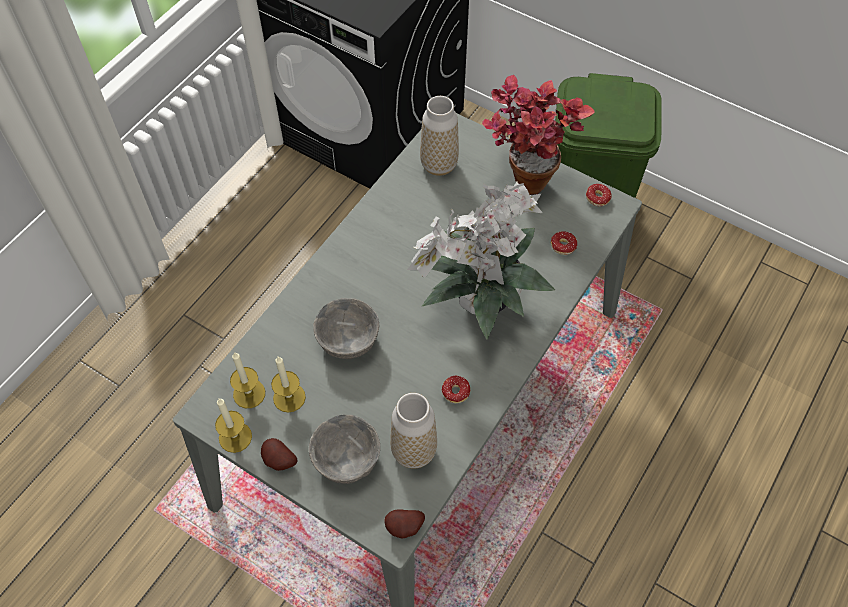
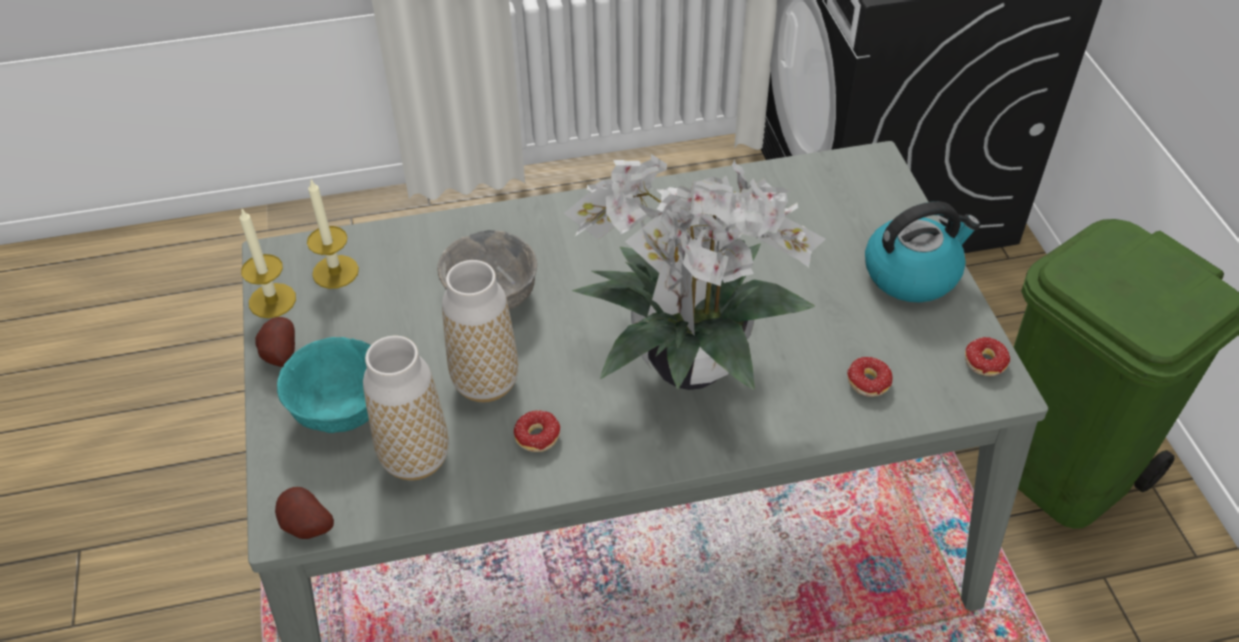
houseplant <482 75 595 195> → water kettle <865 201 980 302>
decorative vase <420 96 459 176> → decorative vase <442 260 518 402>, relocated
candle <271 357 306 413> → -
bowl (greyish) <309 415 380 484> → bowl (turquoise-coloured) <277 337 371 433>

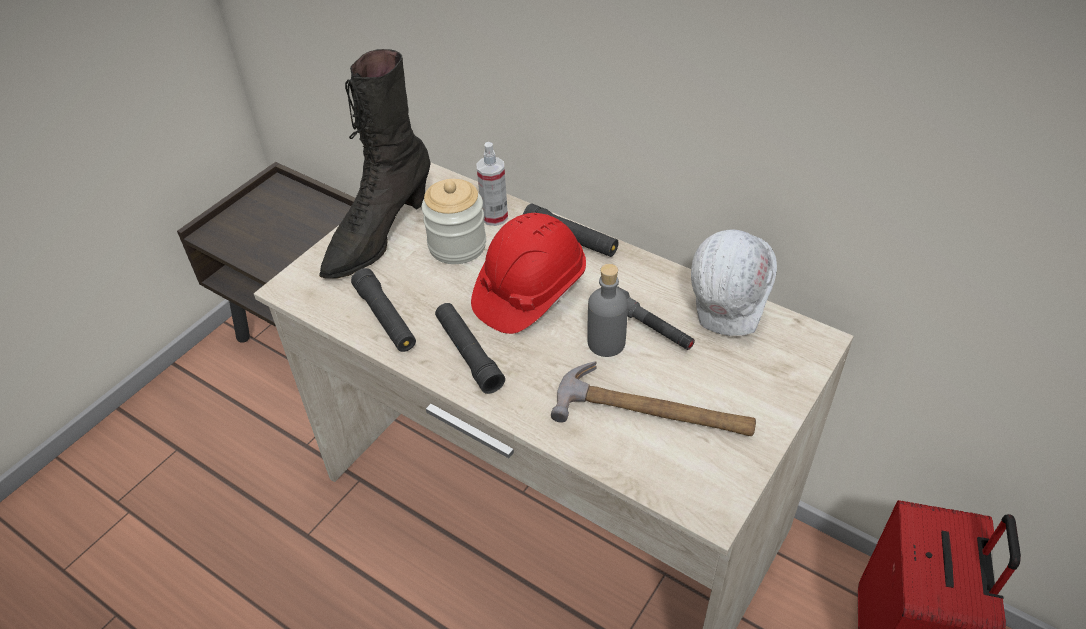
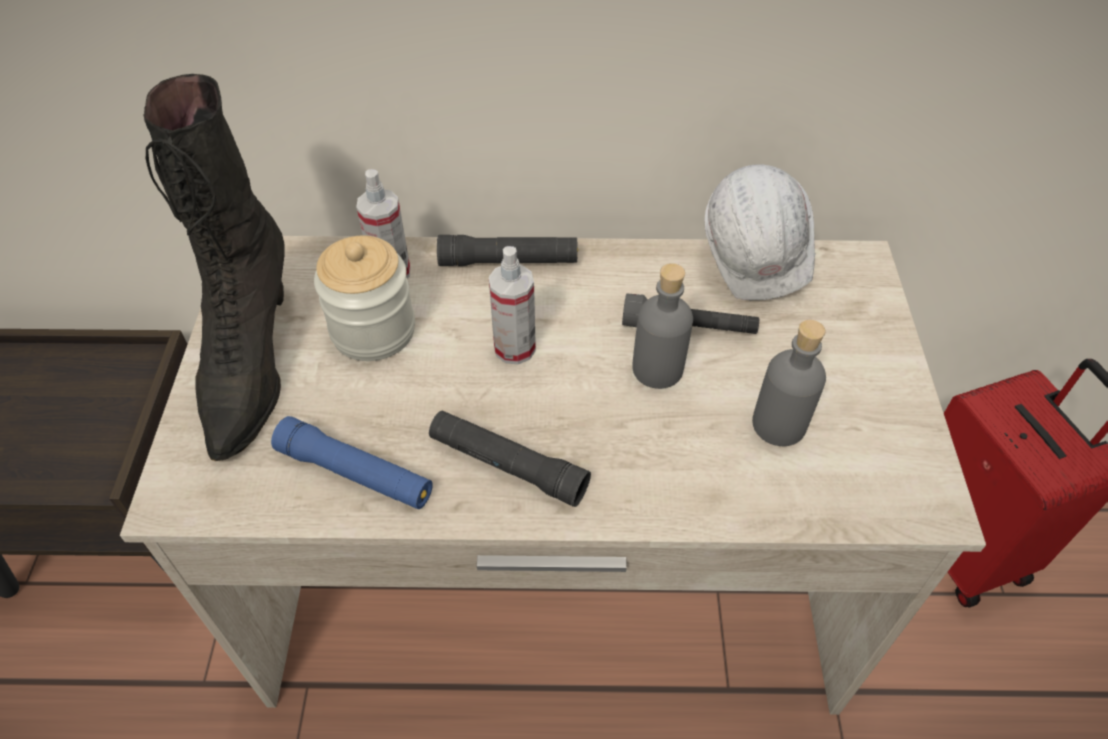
safety helmet (red) <471 213 586 334> → sprayer <489 246 536 365>
torch (black-coloured) <351 268 416 352> → torch (bluish) <271 416 433 509>
hand hammer <551 361 756 436> → drink bottle (greyish) <752 320 826 446>

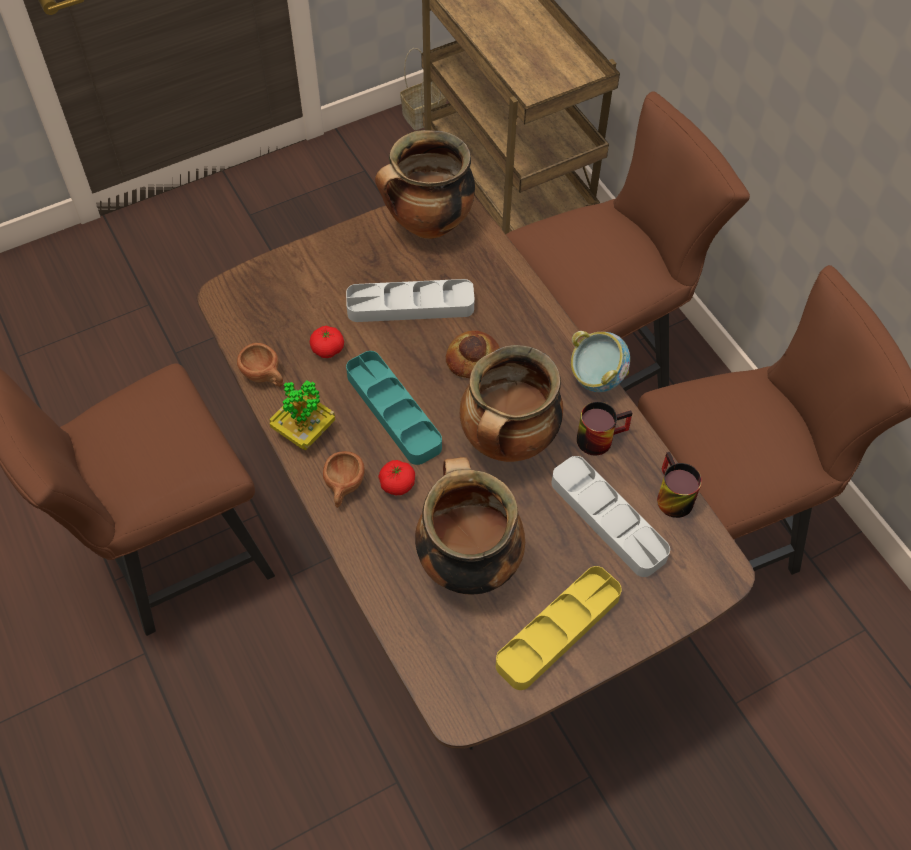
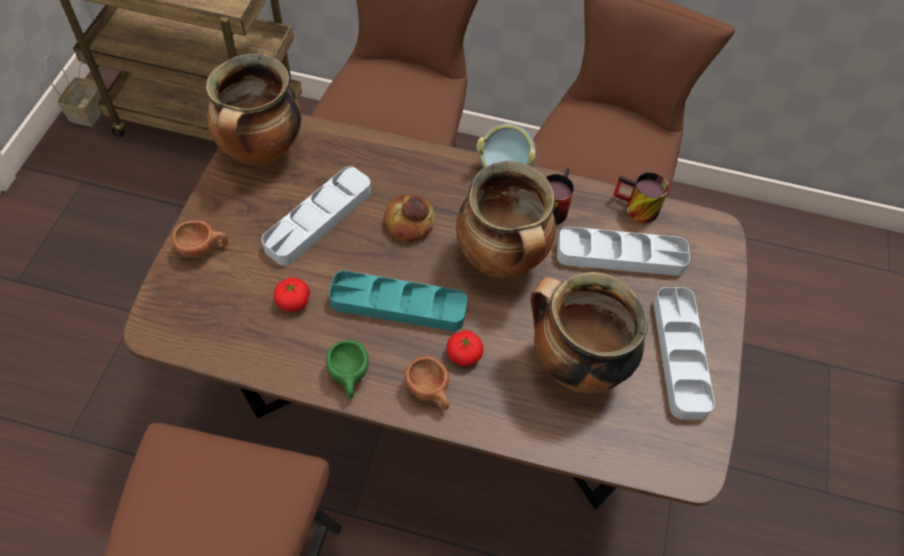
drinking cup (brownish) <237 343 283 387> → drinking cup (brownish) <172 220 229 258>, relocated
houseplant <269 380 335 451> → drinking cup (green) <326 340 369 399>
carrying tray (yellow) <496 566 622 690> → carrying tray (greyish) <654 287 715 420>

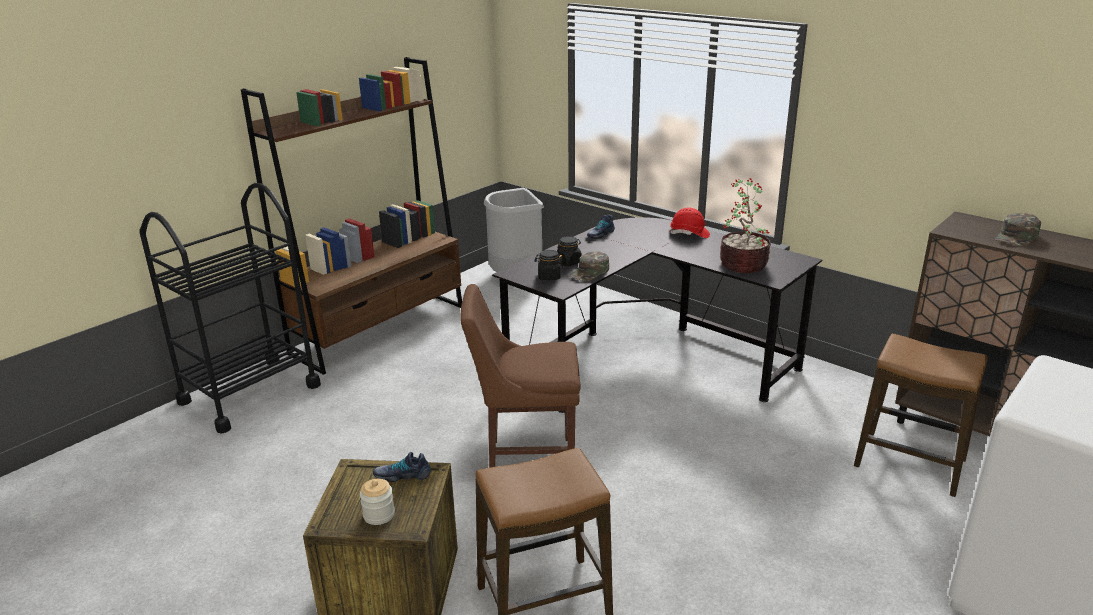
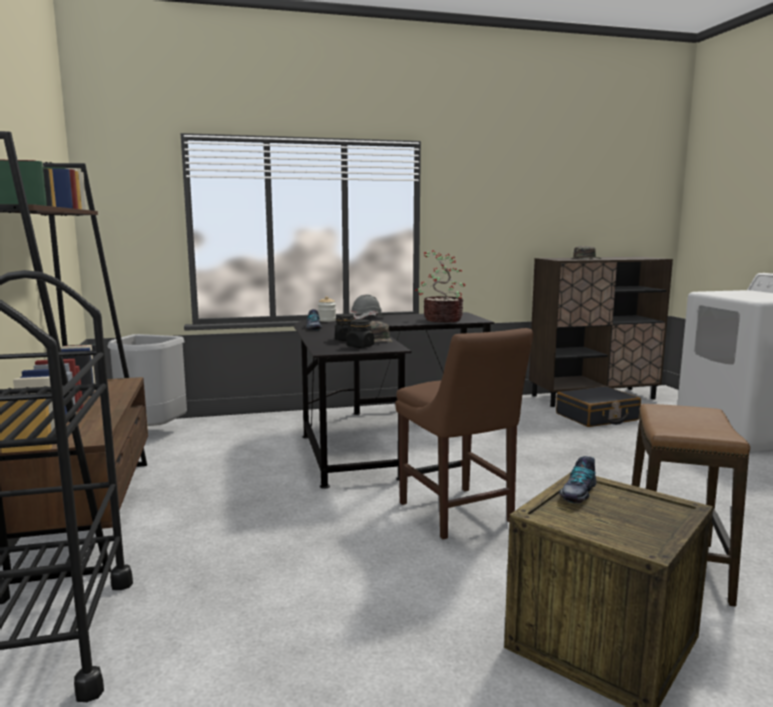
safety helmet (red) <670 208 710 238> → safety helmet (greyish) <351 294 385 319>
chair (brownish) <460 284 581 468> → chair (brownish) <395 328 533 539>, 60 degrees counterclockwise
stool <854 334 987 497> → travel case (black-coloured) <556 386 641 427>
jar <360 479 395 525> → jar <318 296 336 322>, relocated

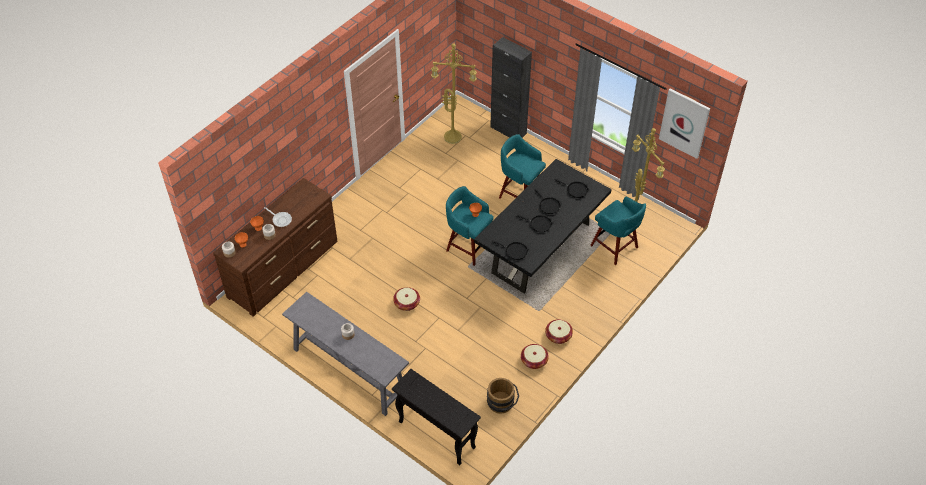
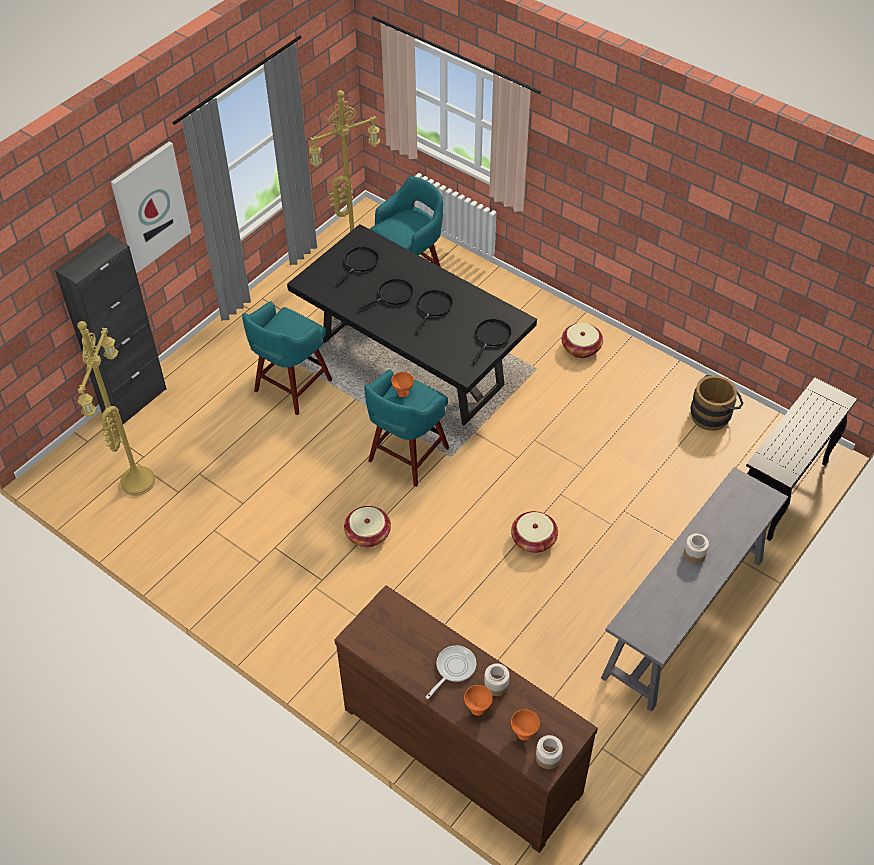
wall picture <659 89 710 159> → wall picture <111 141 191 273>, relocated
household basket <521 344 549 369> → household basket <344 506 391 547>, relocated

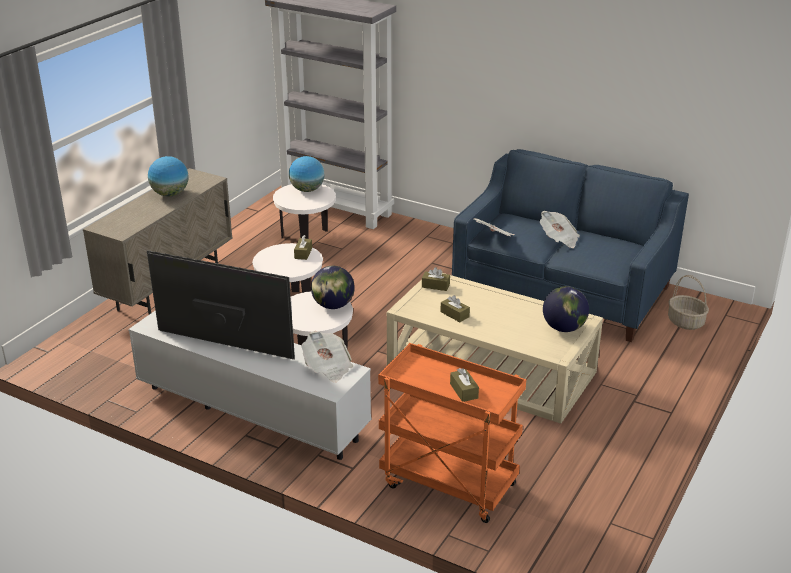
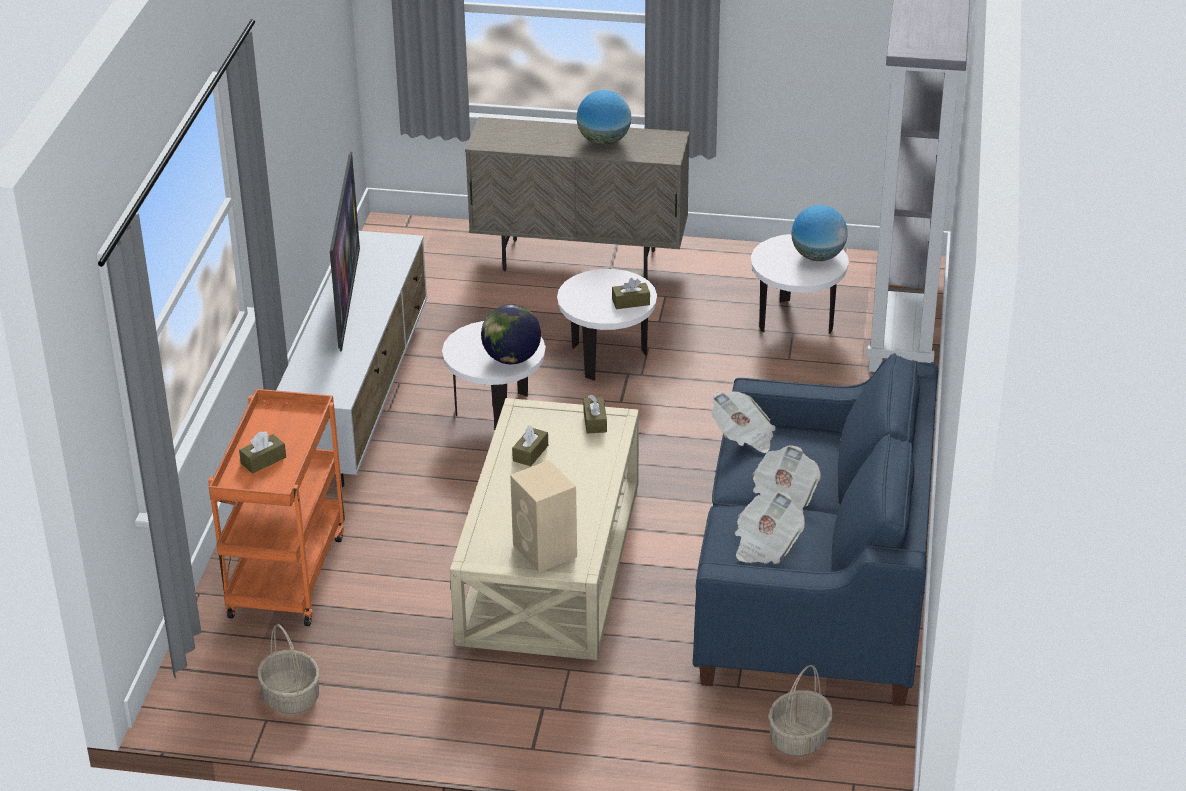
desk globe <543 286 589 332> → audio speaker (sand-coloured) <510 460 577 573>
printed paper <301 331 353 382> → printed paper <735 492 805 564>, relocated
- → household basket <257 624 319 714>

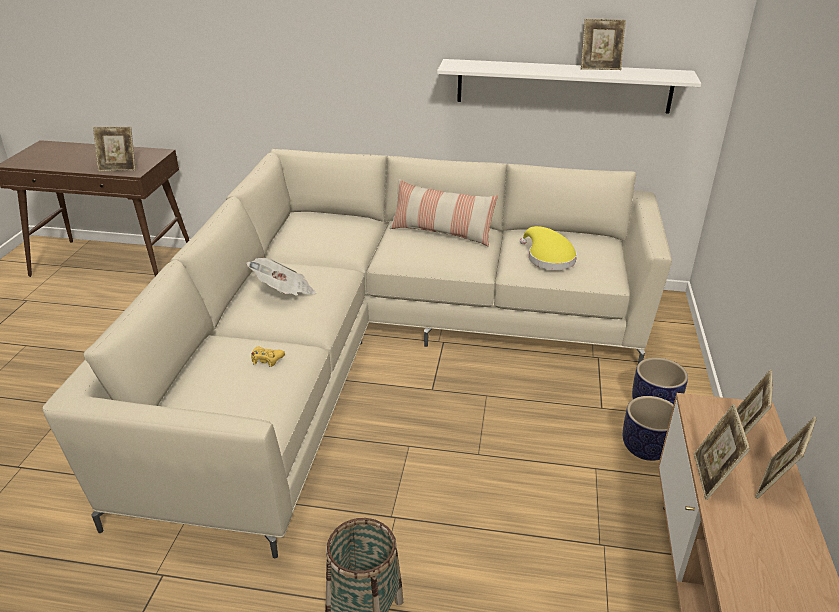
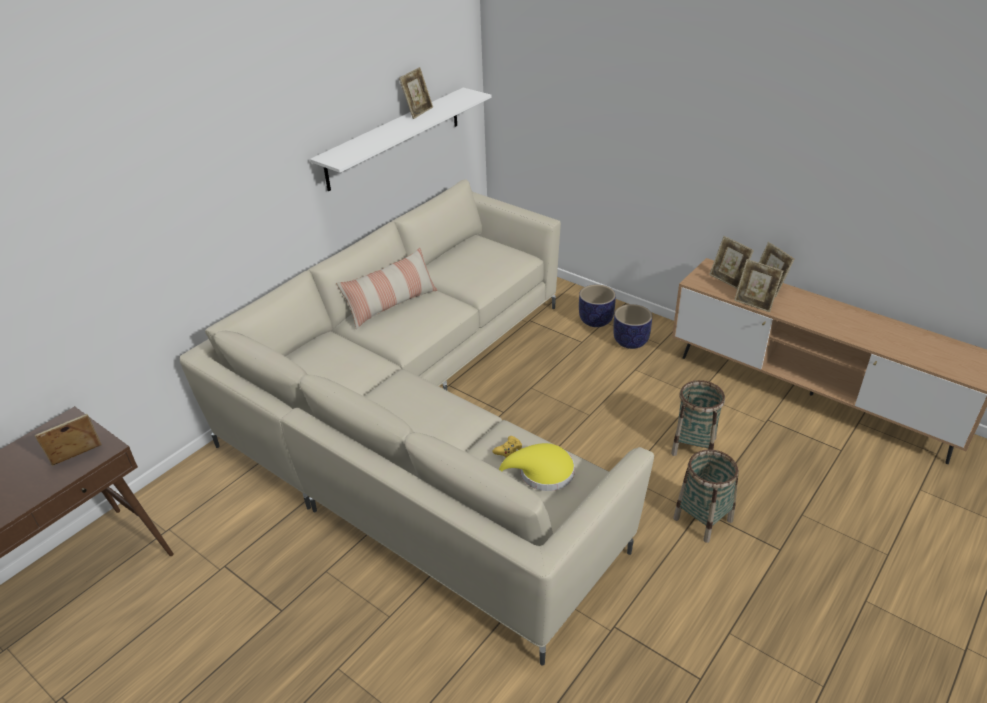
picture frame <93 127 136 171> → picture frame <34 414 102 466>, 150 degrees counterclockwise
wearable hat (yellow) <520 226 577 270> → wearable hat (yellow) <499 443 575 491>, relocated
printed paper <247 258 317 296> → -
- → household basket <671 380 725 456>

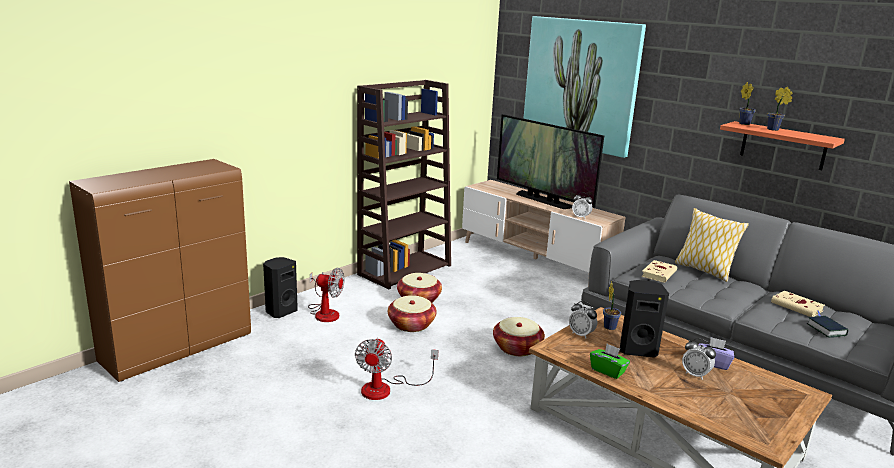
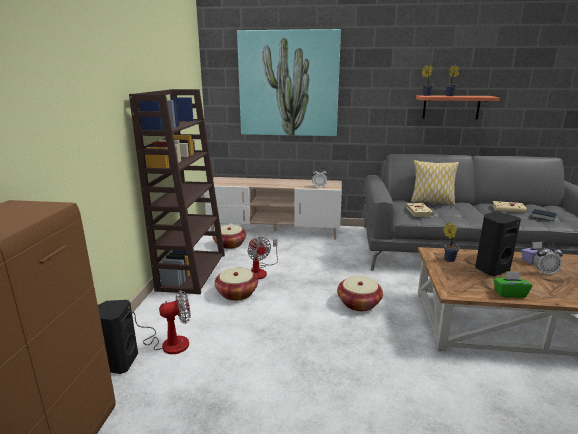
TV set <497 114 604 209> → -
household basket <388 295 437 332> → household basket <212 225 246 249>, relocated
alarm clock <569 301 597 338> → -
fan <355 338 438 400> → fan <247 237 278 280>, relocated

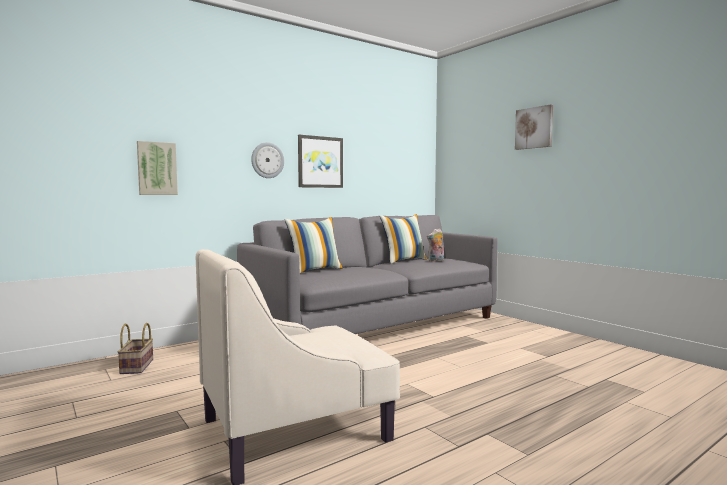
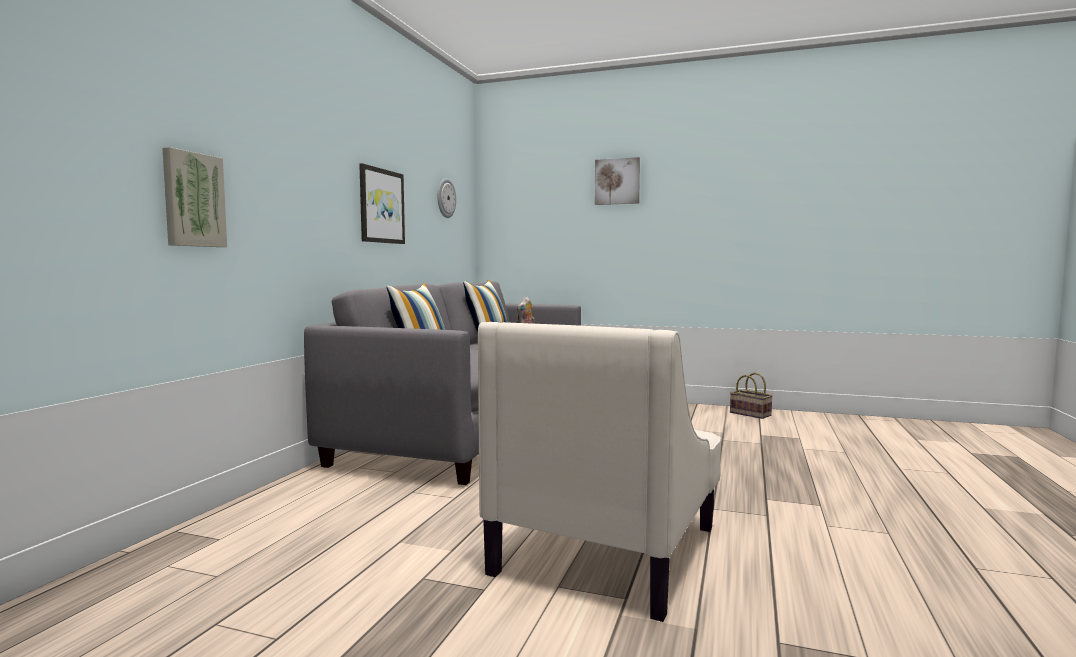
wall clock <251 142 284 178> → wall clock <438 178 456 218>, relocated
household basket <118 323 153 374> → household basket <730 373 773 419>, relocated

